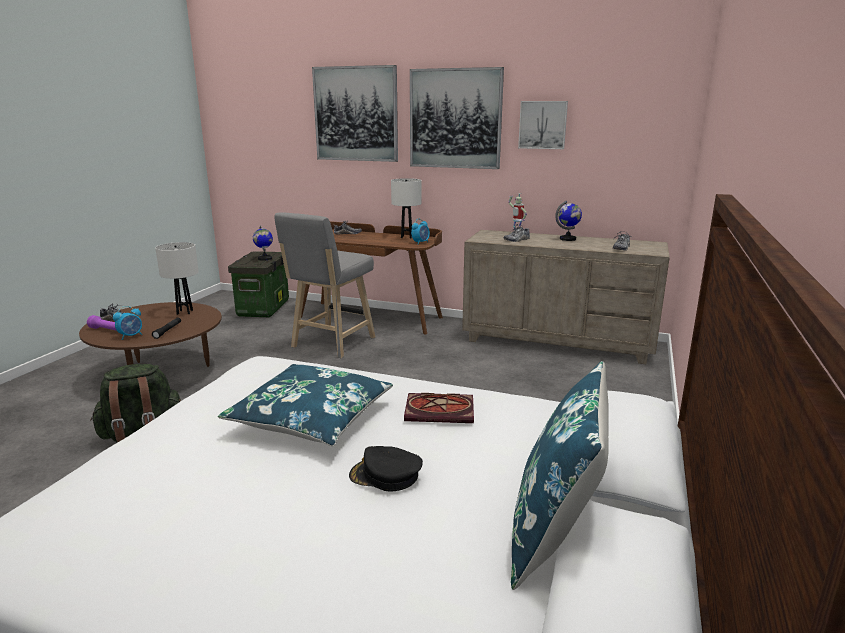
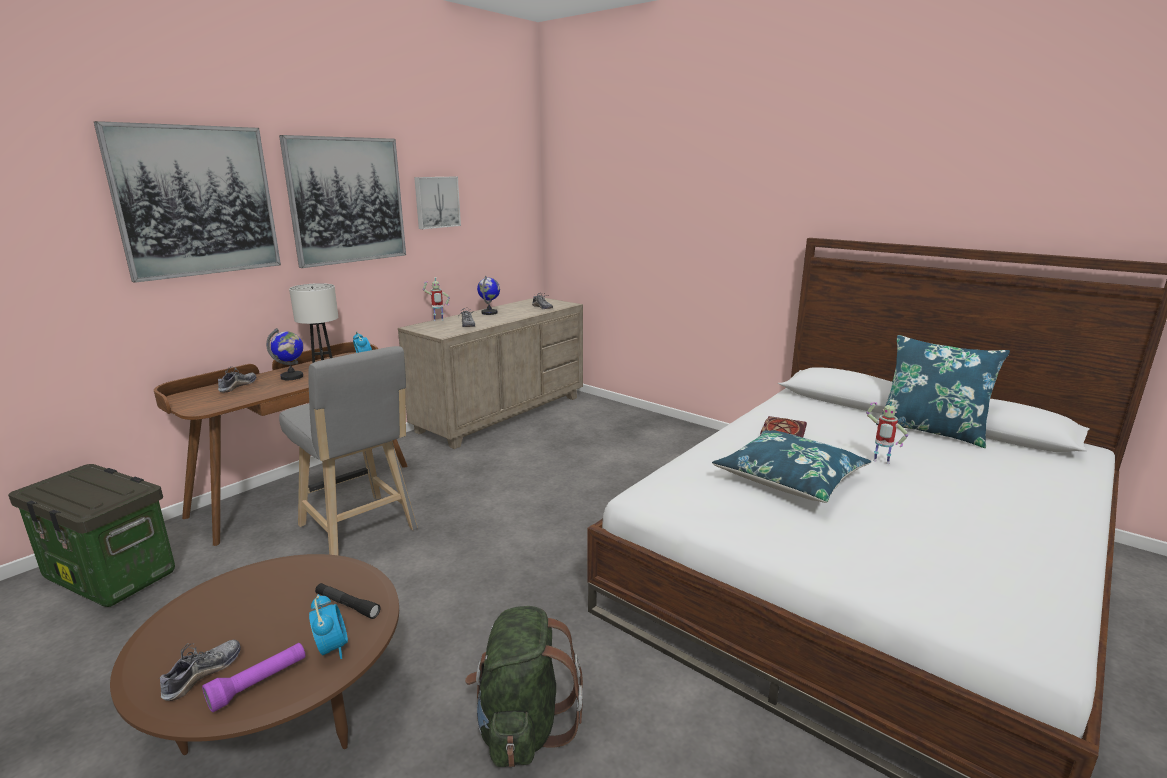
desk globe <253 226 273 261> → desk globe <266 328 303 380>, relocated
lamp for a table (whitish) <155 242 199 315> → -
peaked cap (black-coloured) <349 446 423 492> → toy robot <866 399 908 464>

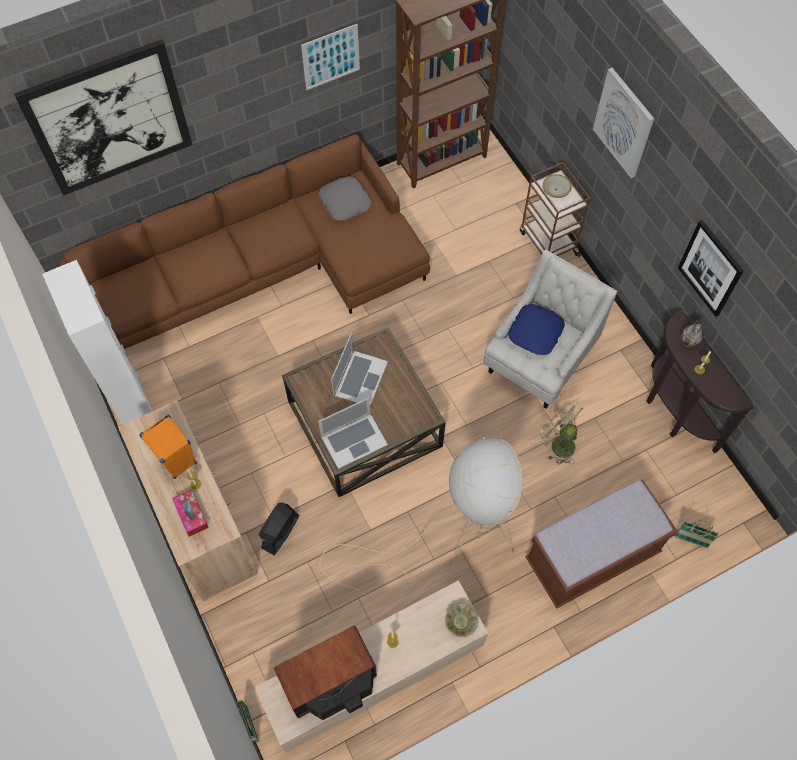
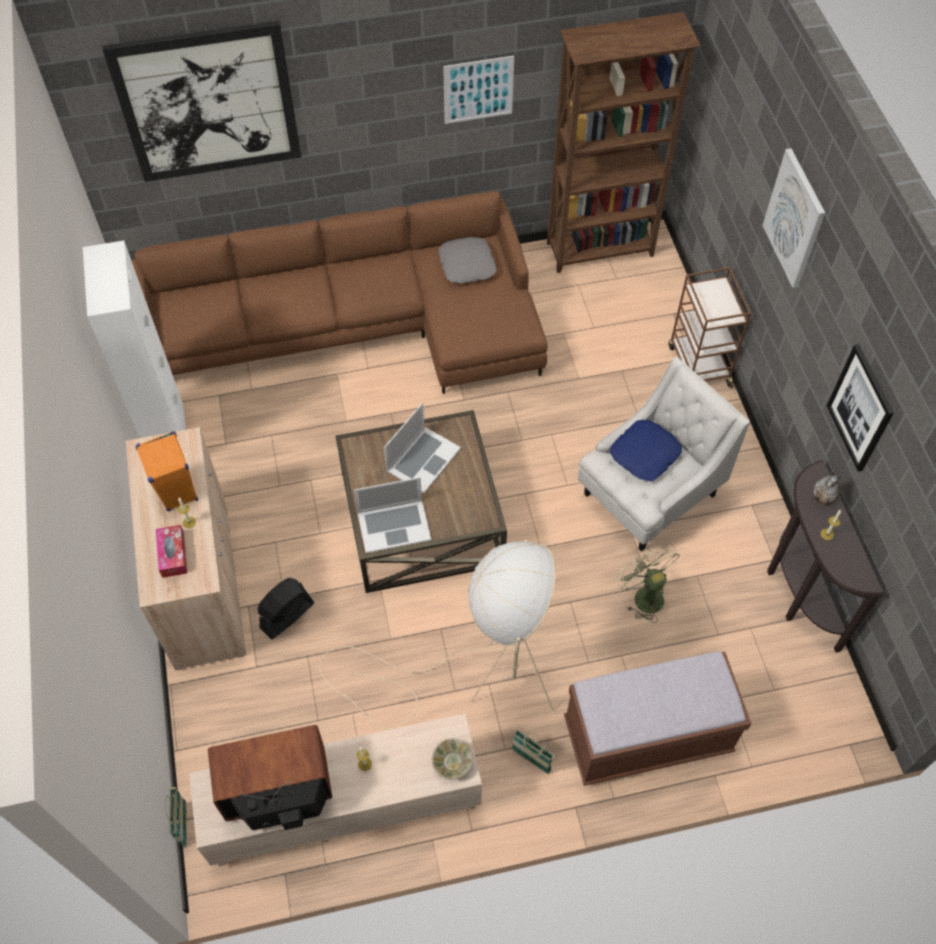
bowl <543 174 572 198> → -
household basket <674 520 719 548> → household basket <512 729 554 774>, relocated

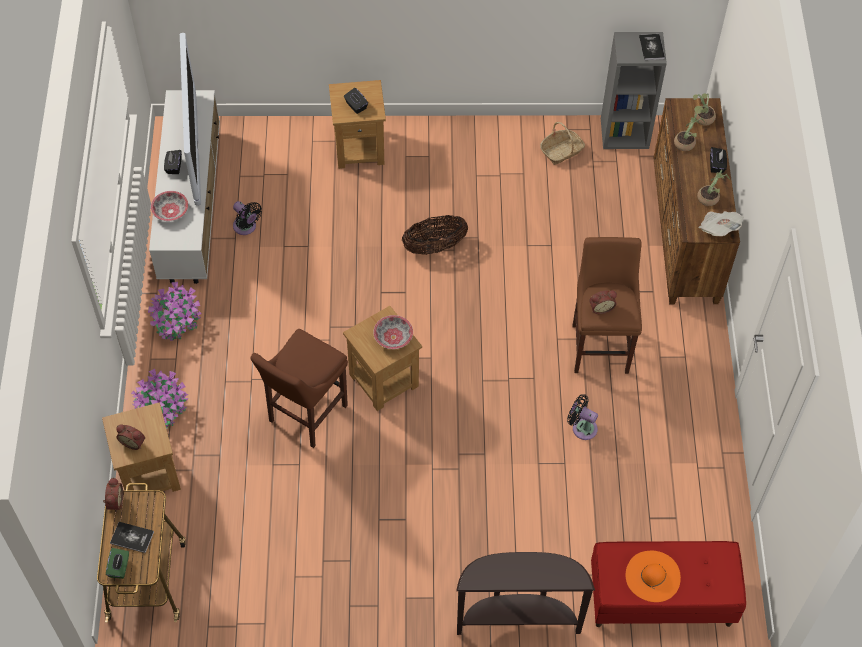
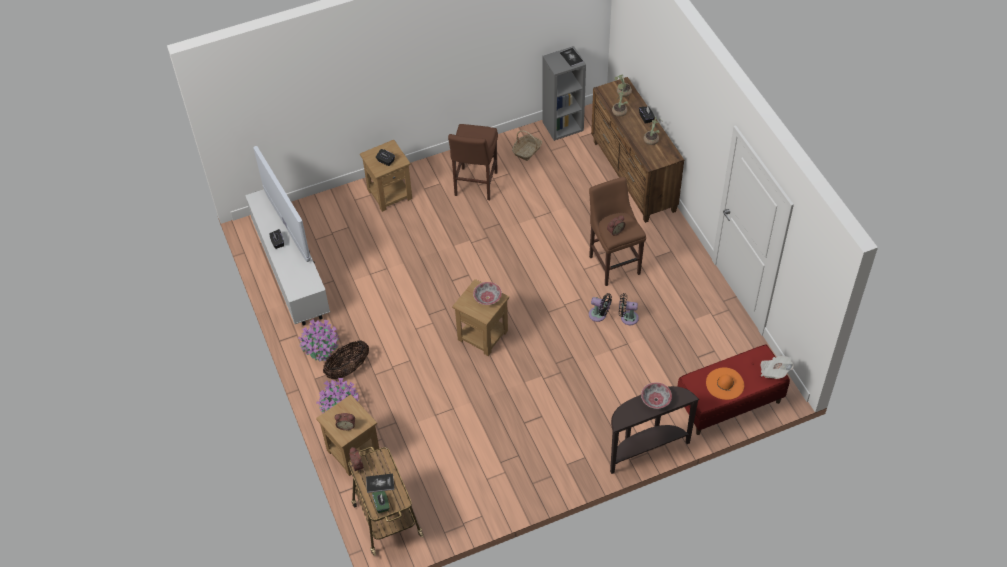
bowl <151 191 188 221> → bowl <641 382 672 409>, relocated
fan (black-coloured) <233 201 262 235> → fan (black-coloured) <589 293 612 322>, relocated
printed paper <699 211 744 236> → printed paper <761 355 794 379>, relocated
household basket <402 215 468 255> → household basket <323 341 369 379>, relocated
stool (brownish) <251 329 348 448> → stool (brownish) <448 124 498 200>, relocated

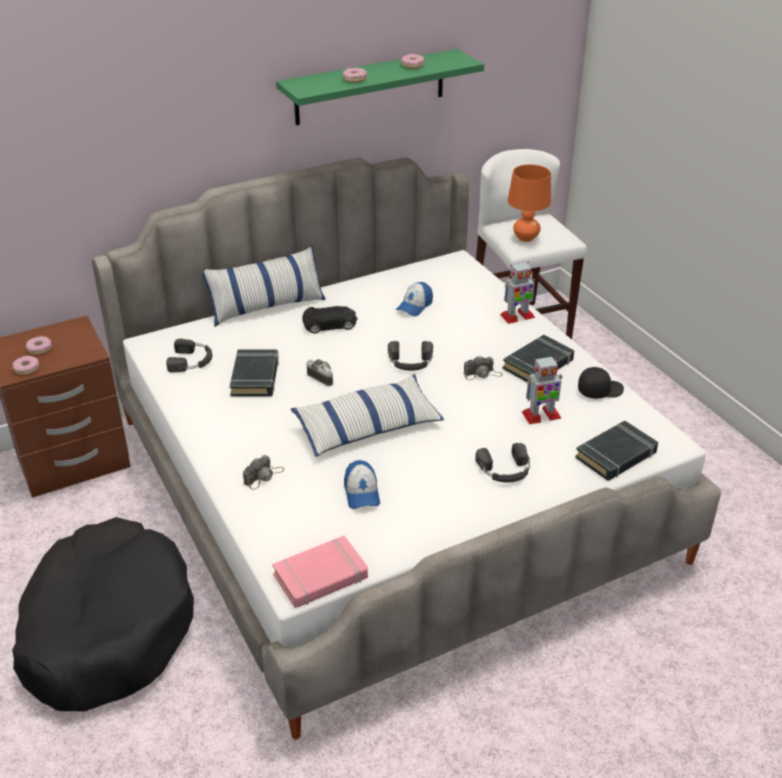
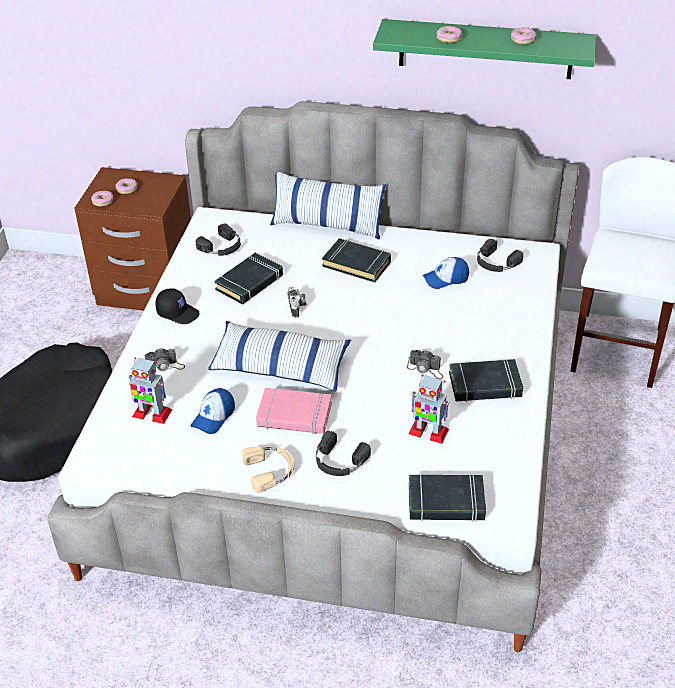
lamp for a table (orange) <508 164 551 242> → -
toy robot <500 261 535 324> → toy robot <128 357 173 424>, relocated
miniature car (black-coloured) <302 306 358 334> → bound book (black-coloured) <322 238 391 282>
pair of headphones (black-coloured) <388 341 433 371> → pair of headphones (black-coloured) <477 239 523 272>, relocated
peaked cap (black-coloured) <578 367 624 399> → peaked cap (black-coloured) <155 288 200 324>, relocated
bound book (pink-coloured) <272 536 368 608> → bound book (pink-coloured) <256 388 332 434>, relocated
- → pair of headphones (sand-coloured) <242 447 294 493>

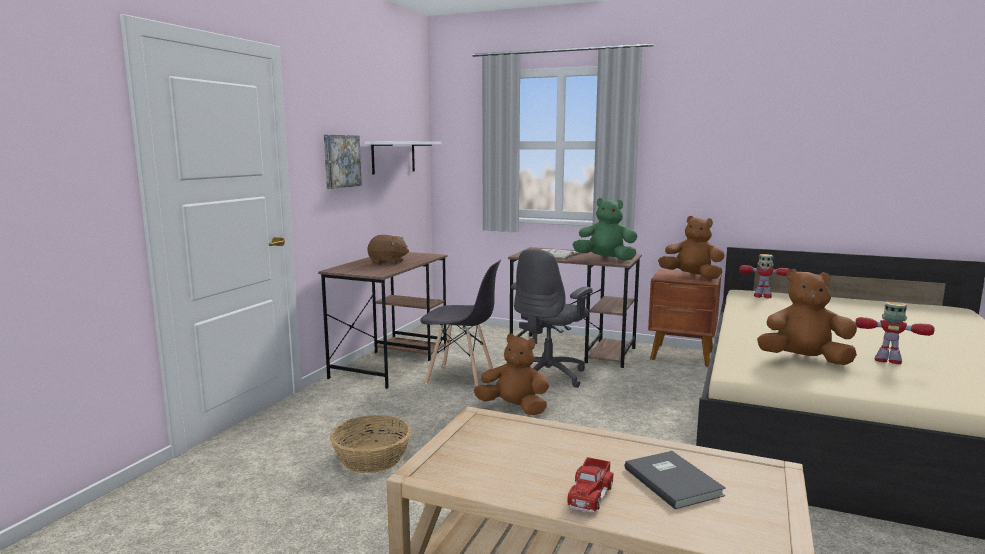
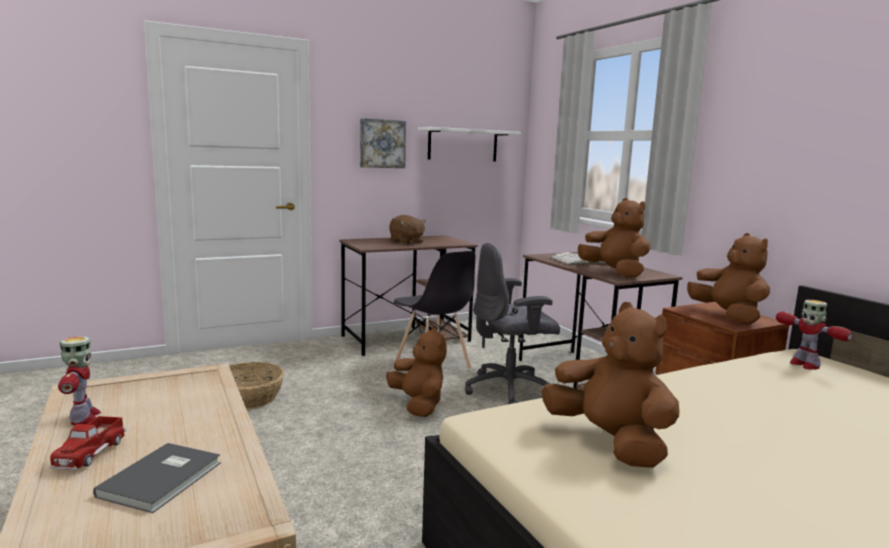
plush toy (green) <572 198 638 261> → plush toy (brownish) <578 198 650 278>
toy robot <855 302 935 364> → toy robot <58 336 101 425>, relocated
toy truck <567 457 614 513> → toy truck <49 416 126 470>, 60 degrees counterclockwise

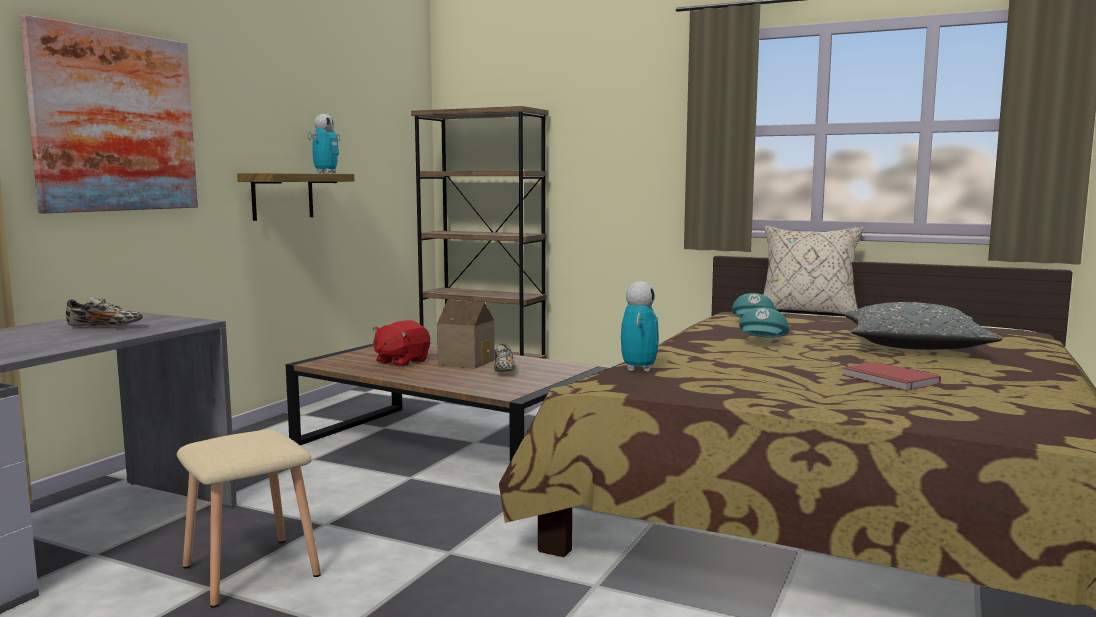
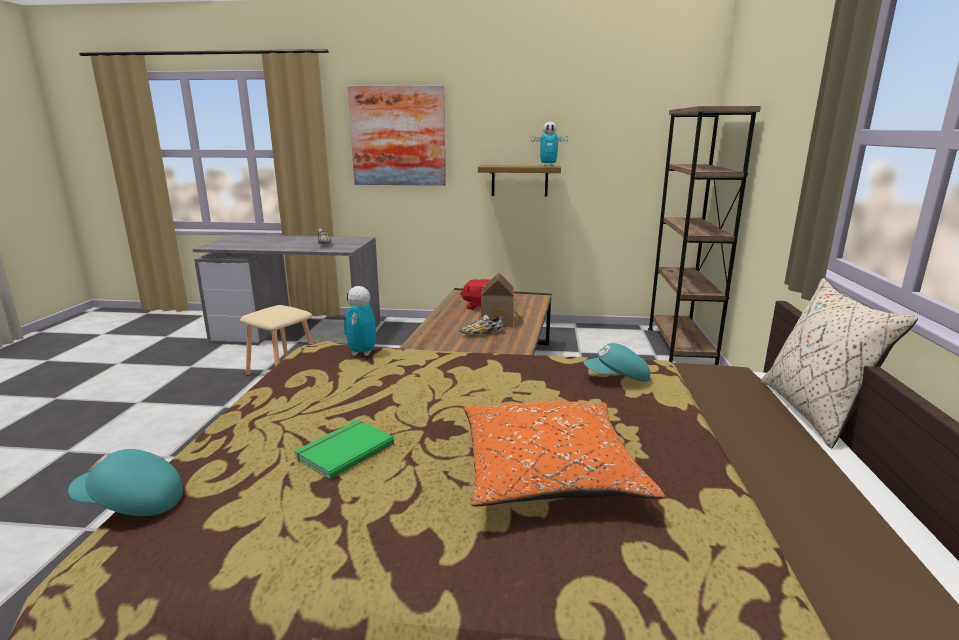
toy robot <621 282 659 372> → toy robot <344 286 376 356>, 105 degrees clockwise
cushion (greyish) <844 302 1002 350> → cushion (orange) <464 402 665 507>
peaked cap (turquoise-coloured) <739 307 789 338> → peaked cap (turquoise-coloured) <68 449 183 516>, relocated
bound book (red) <842 362 941 391> → bound book (green) <294 420 394 479>

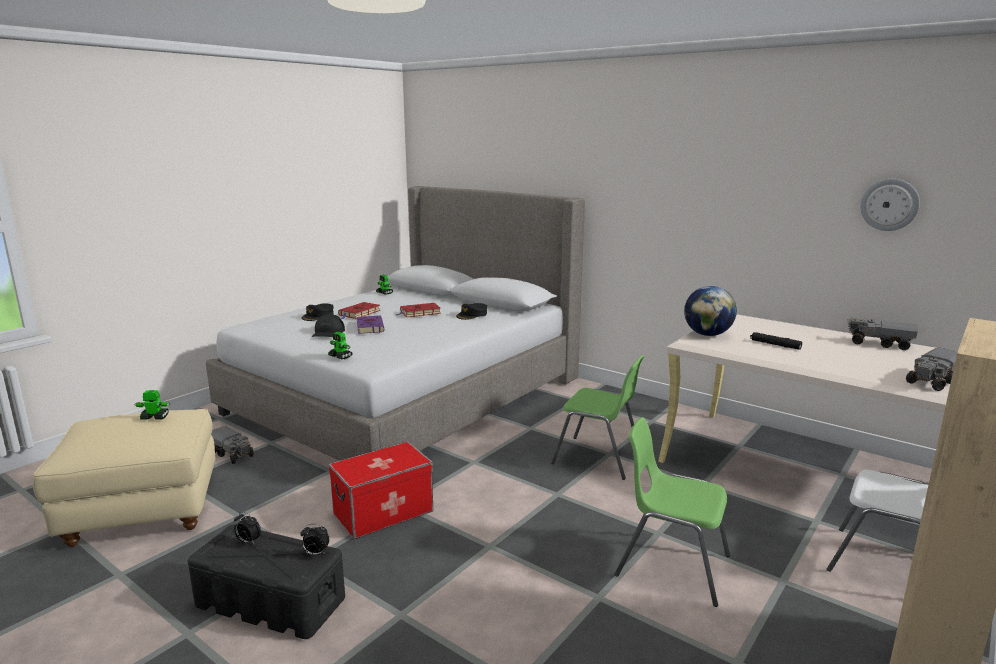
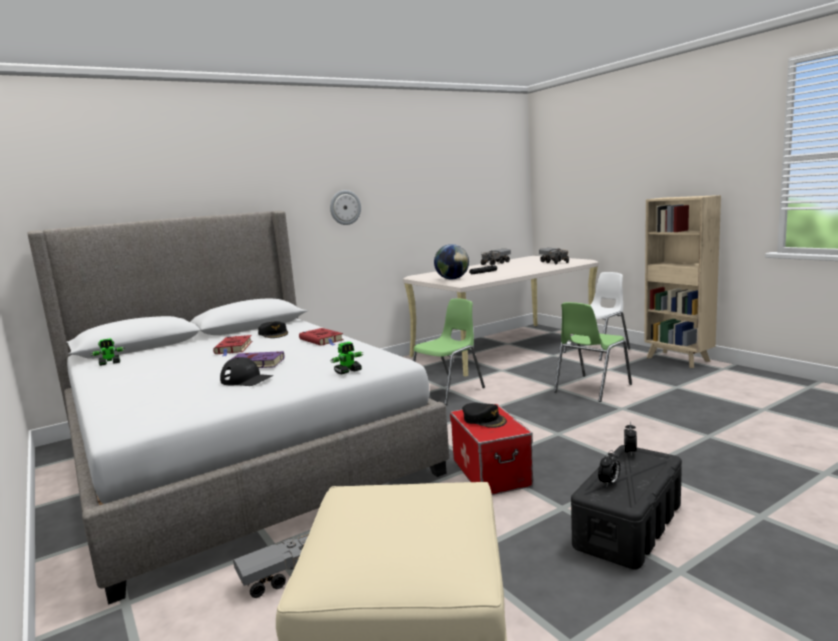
wall clock <860 179 920 231> → wall clock <330 190 361 225>, relocated
bound book (red) <338 302 380 319> → bound book (red) <299 328 344 346>, relocated
peaked cap (black-coloured) <302 304 334 321> → peaked cap (black-coloured) <462 402 507 428>, relocated
toy robot <135 390 171 420> → -

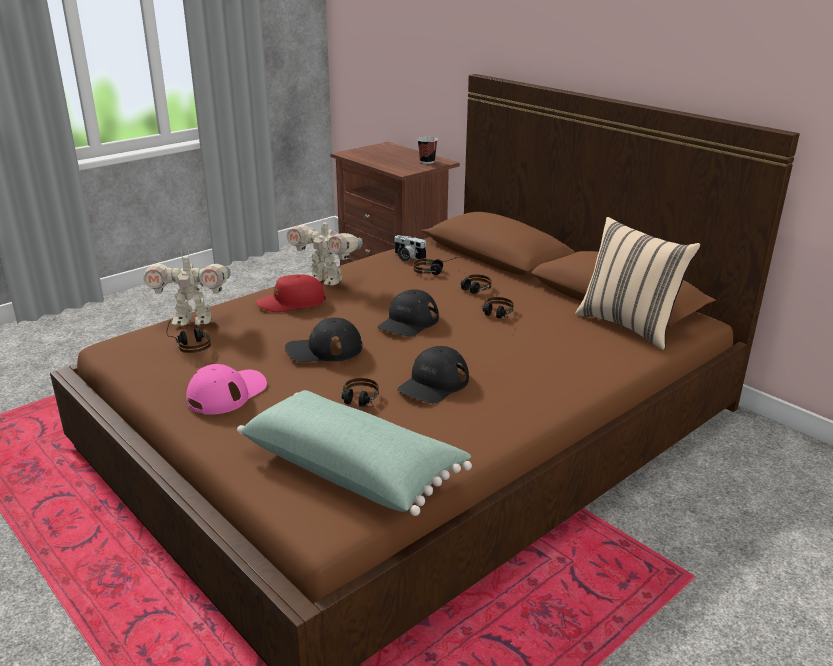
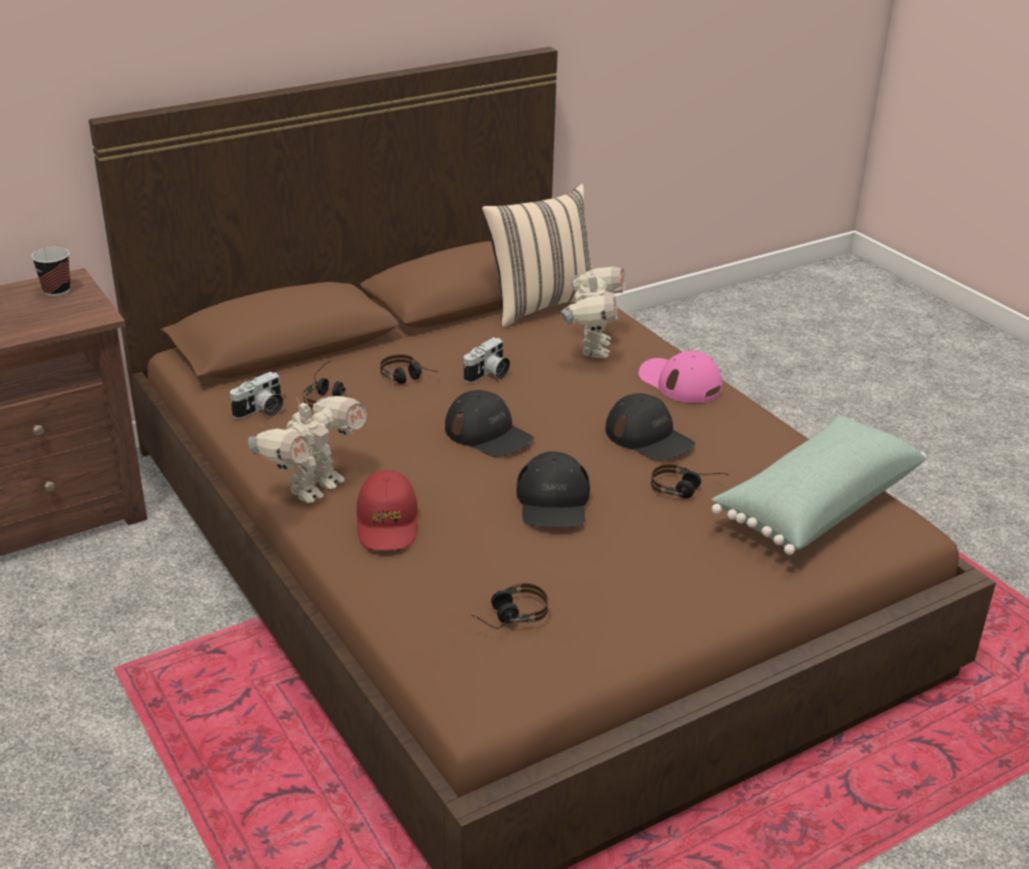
toy robot <144 252 231 326> → toy robot <561 266 626 358>, relocated
pair of headphones <482 297 514 318> → photo camera <464 337 510 383>
peaked cap (pink-coloured) <186 364 267 415> → peaked cap (pink-coloured) <639 350 723 403>, relocated

